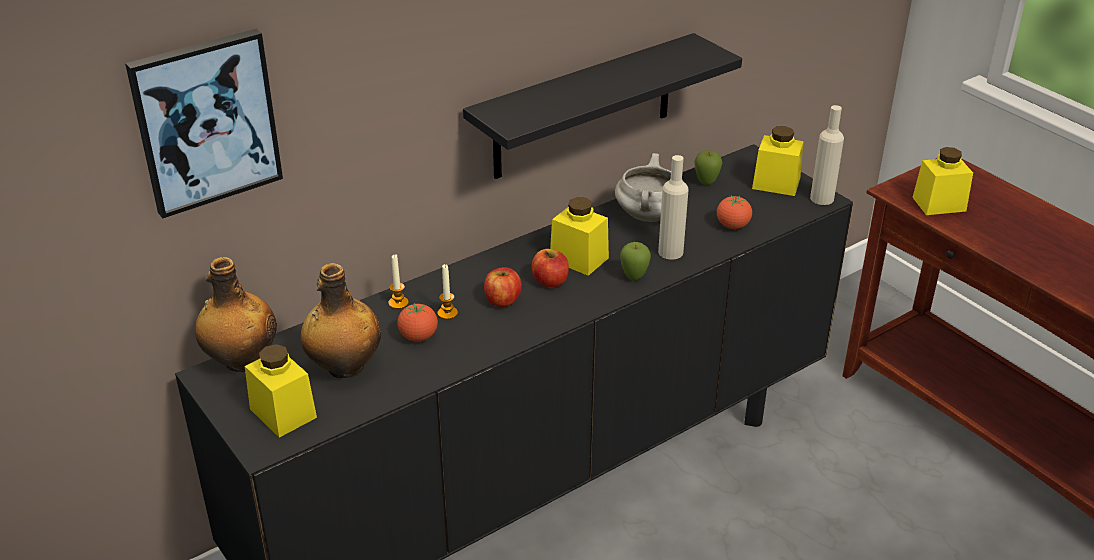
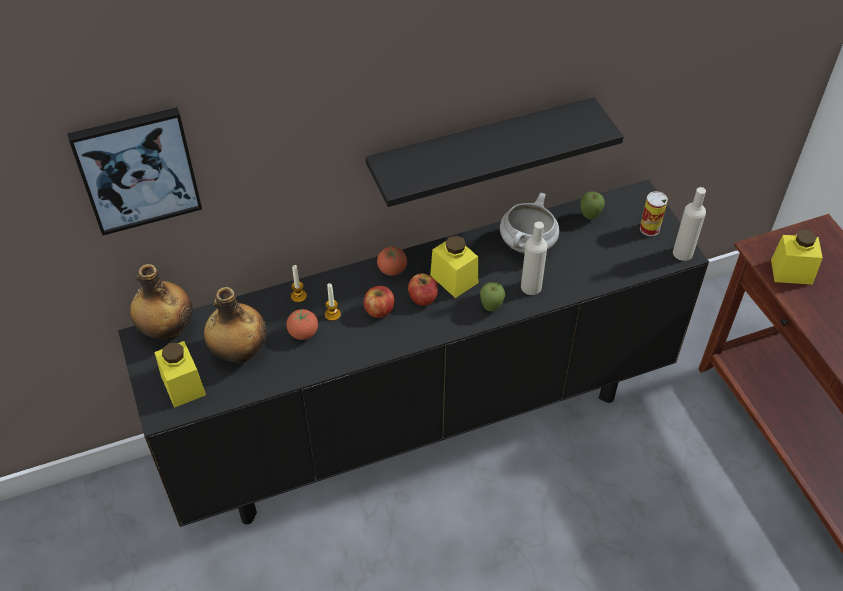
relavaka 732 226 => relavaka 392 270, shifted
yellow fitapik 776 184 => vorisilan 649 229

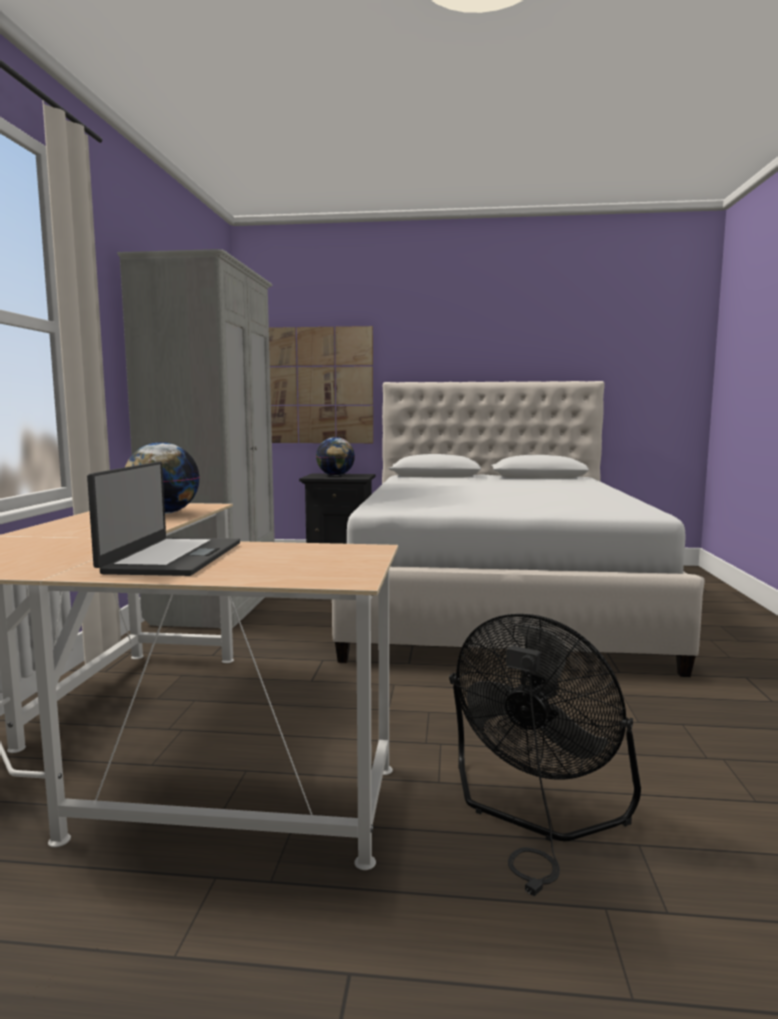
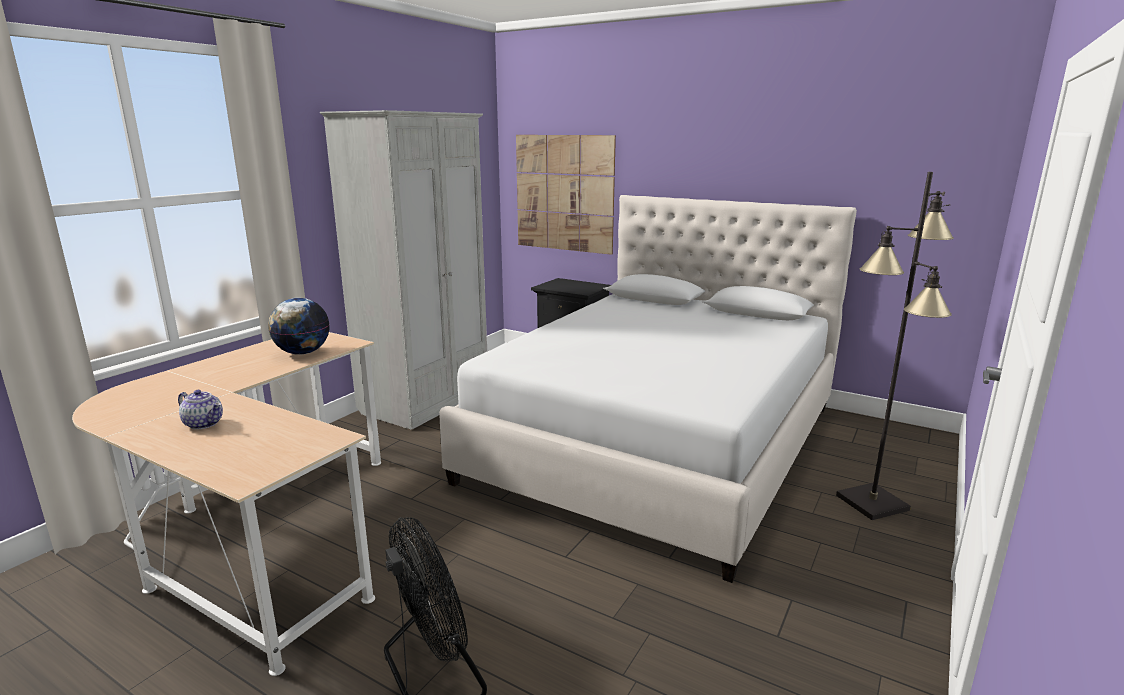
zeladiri 172 557 => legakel 204 424
nothing => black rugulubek 873 503
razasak 335 475 => nothing

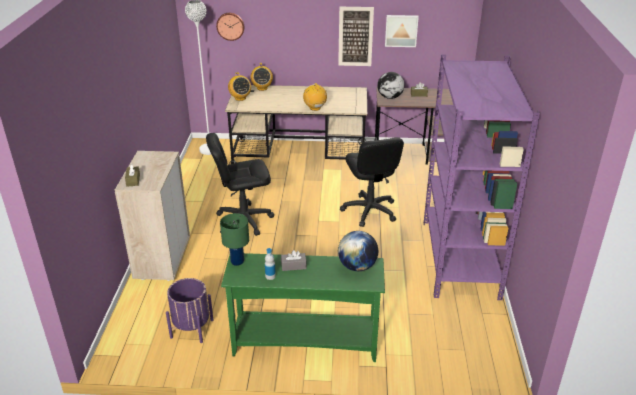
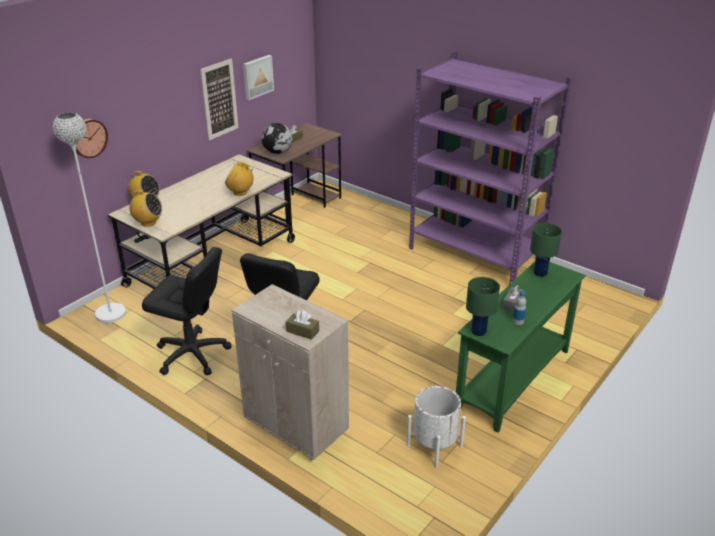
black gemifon 369 211 => black gemifon 192 354, shifted
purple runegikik 192 328 => white runegikik 434 446
razasak 357 266 => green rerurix 541 273

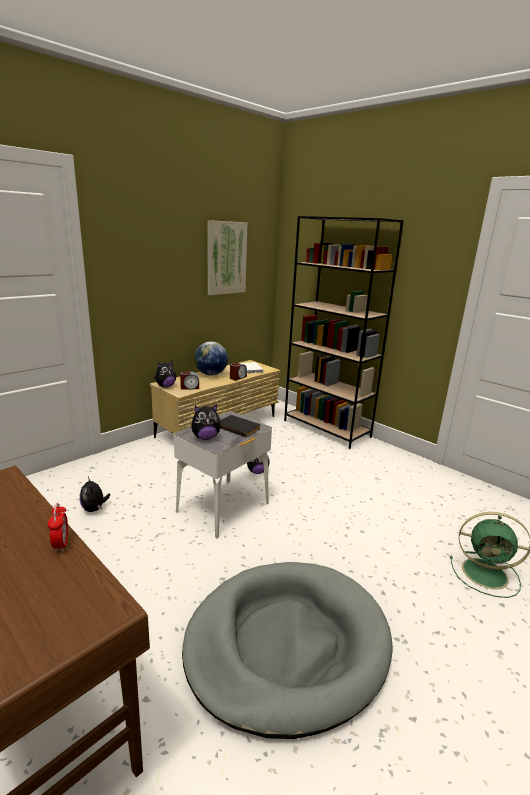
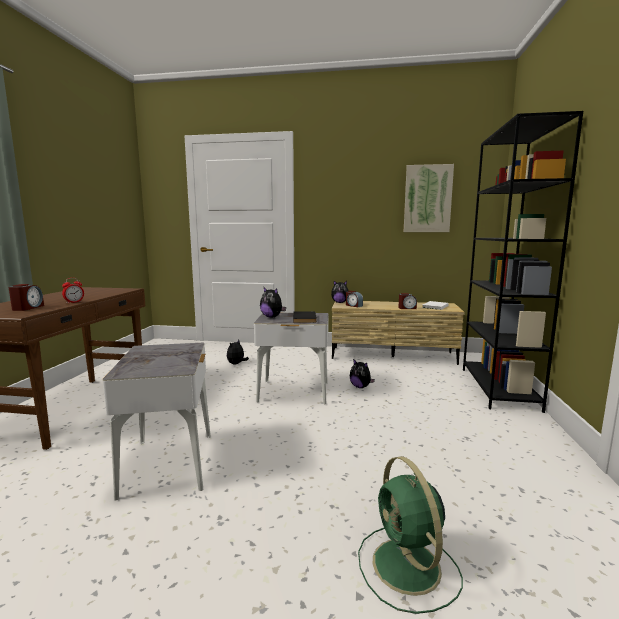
nothing => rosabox 28 308
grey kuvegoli 286 644 => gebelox 170 463
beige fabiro 327 429 => black fabiro 499 388
razasak 210 374 => nothing

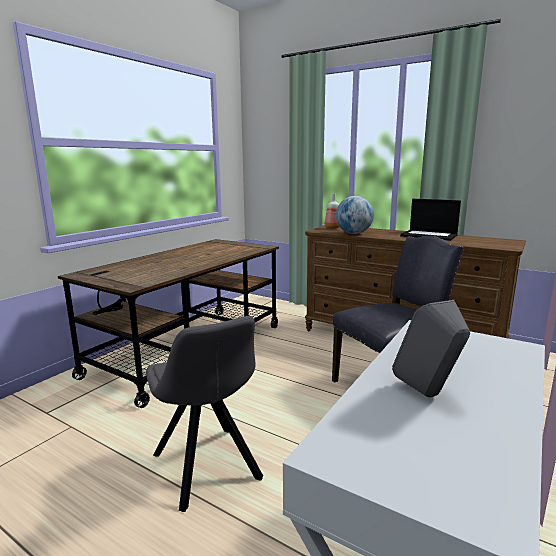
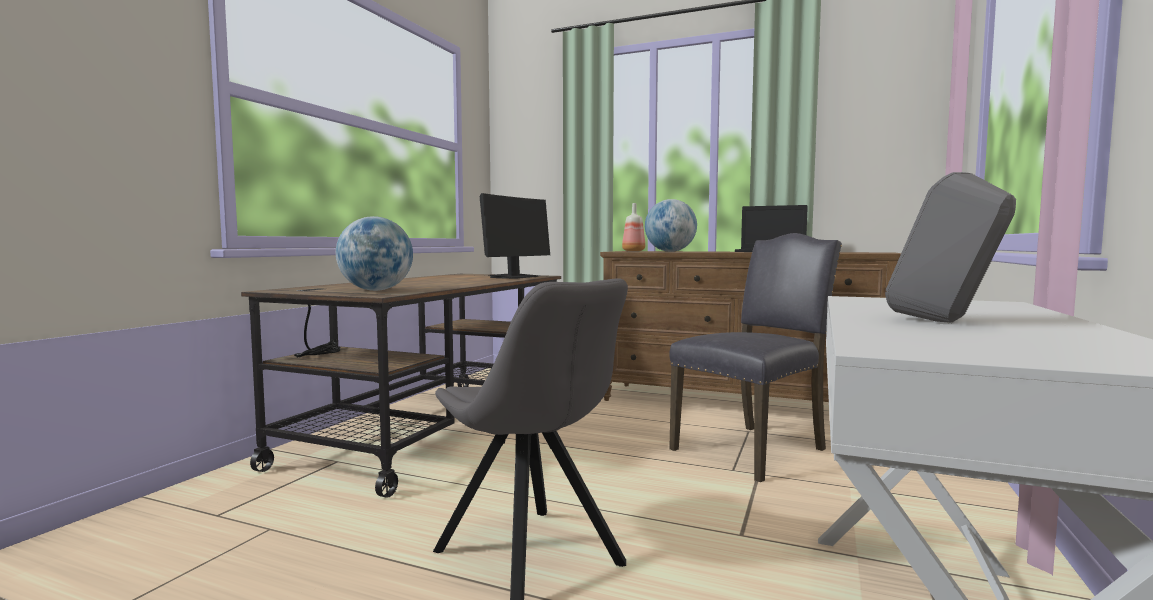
nothing => razasak 376 290
nothing => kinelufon 514 277

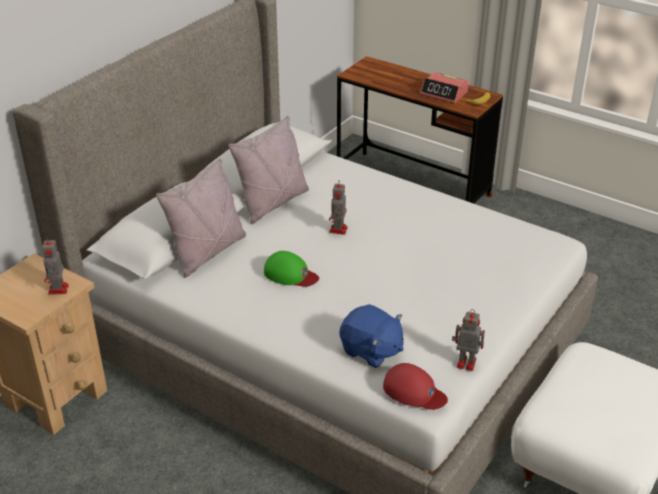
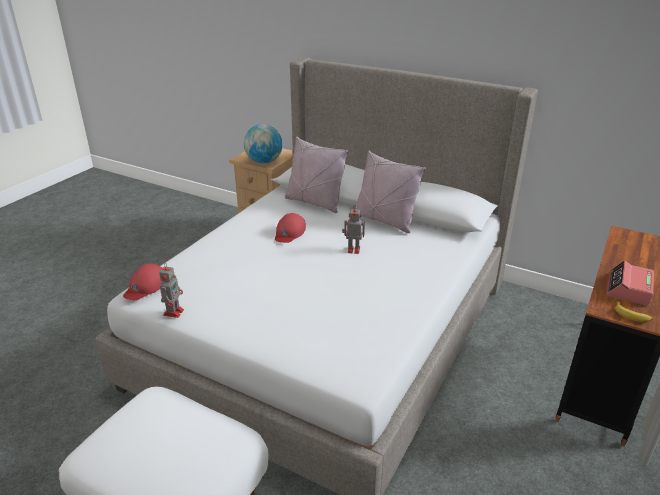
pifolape 58 290 => razasak 264 162
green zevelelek 290 274 => red zevelelek 289 232
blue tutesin 371 351 => nothing

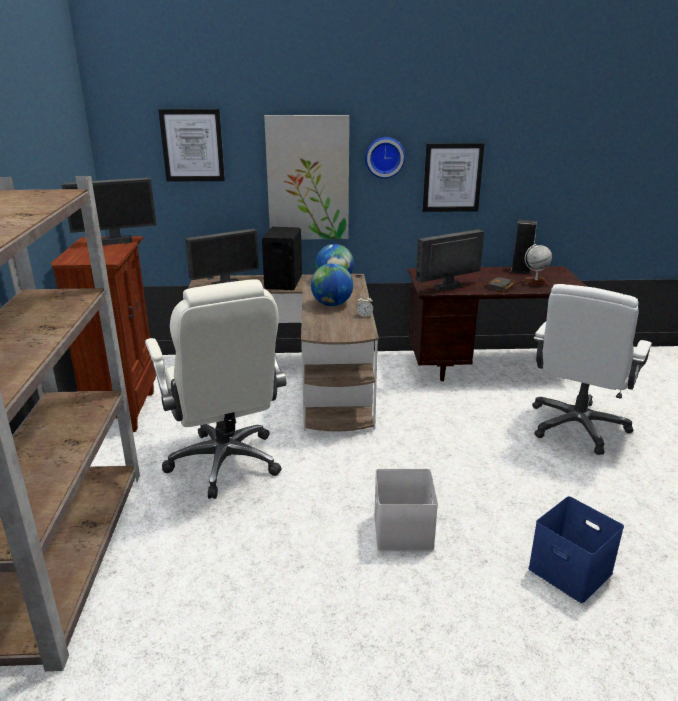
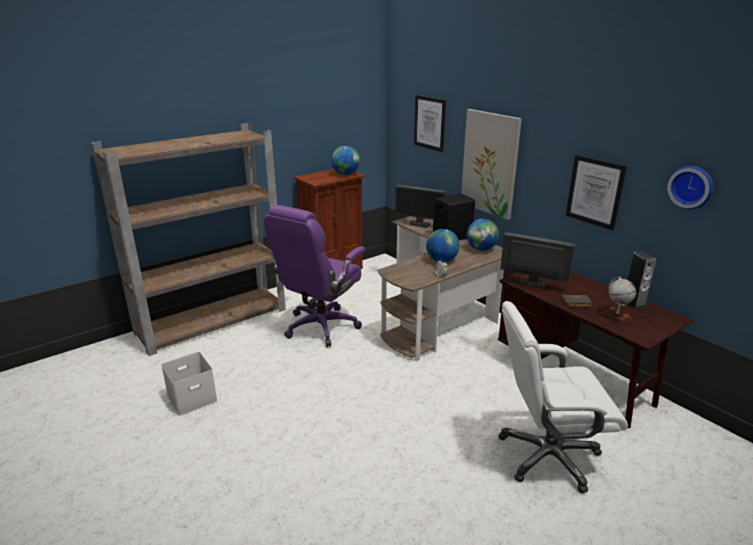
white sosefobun 401 530 => white sosefobun 192 397, shifted
white gemifon 225 463 => purple gemifon 320 327
kinelufon 116 242 => razasak 345 174
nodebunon 384 157 => nodebunon 691 187, shifted
blue sosefobun 568 570 => nothing

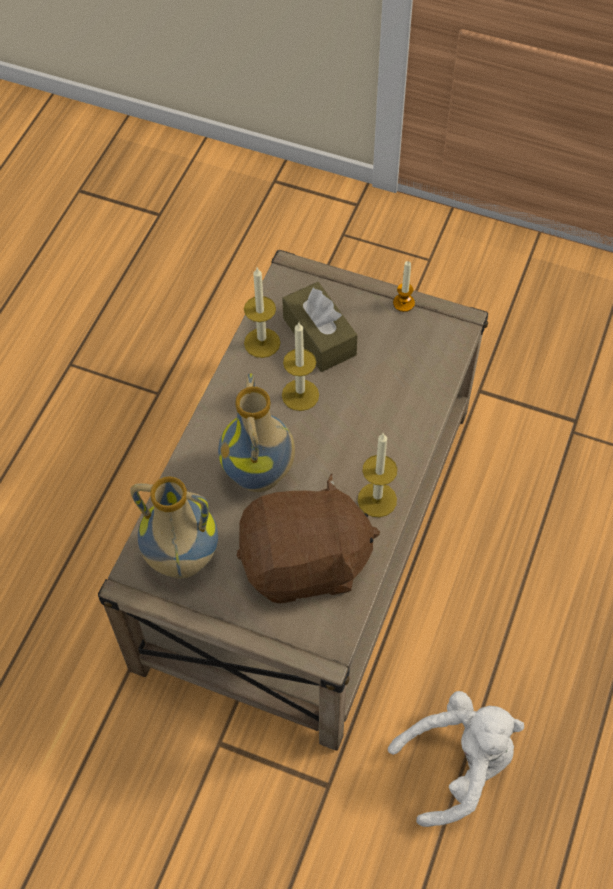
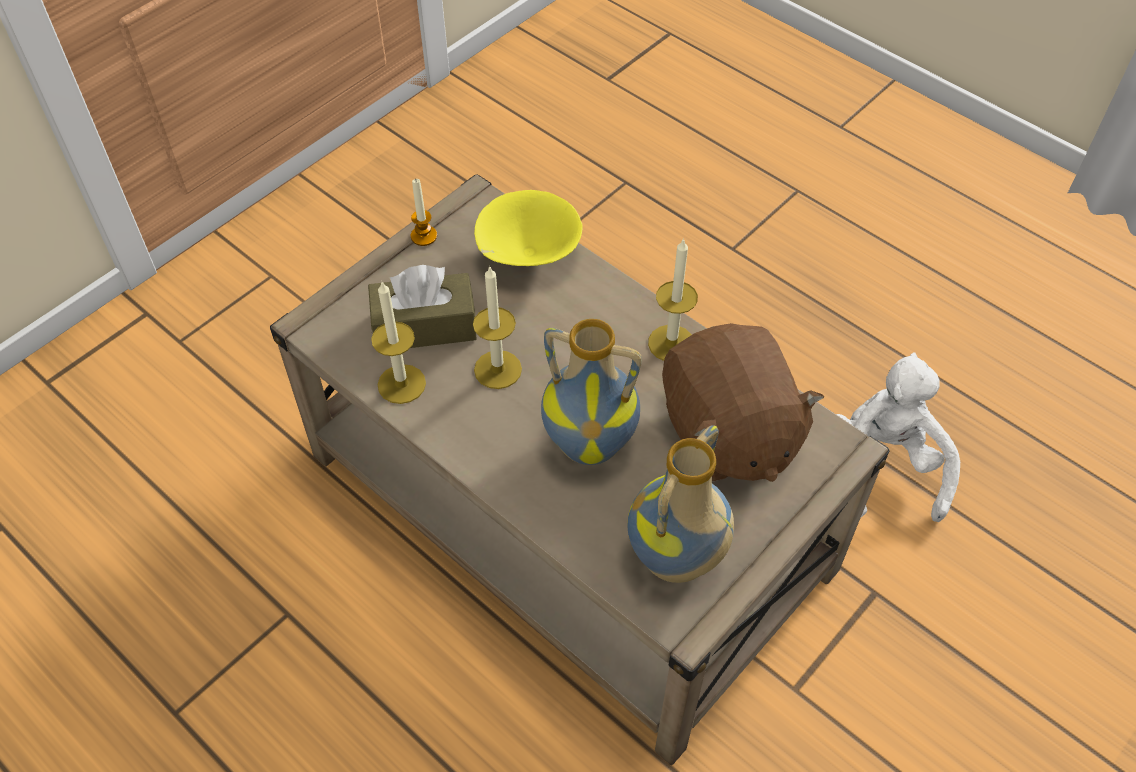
nothing => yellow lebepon 527 255
brown tutesin 305 563 => brown tutesin 727 434, 150 degrees clockwise

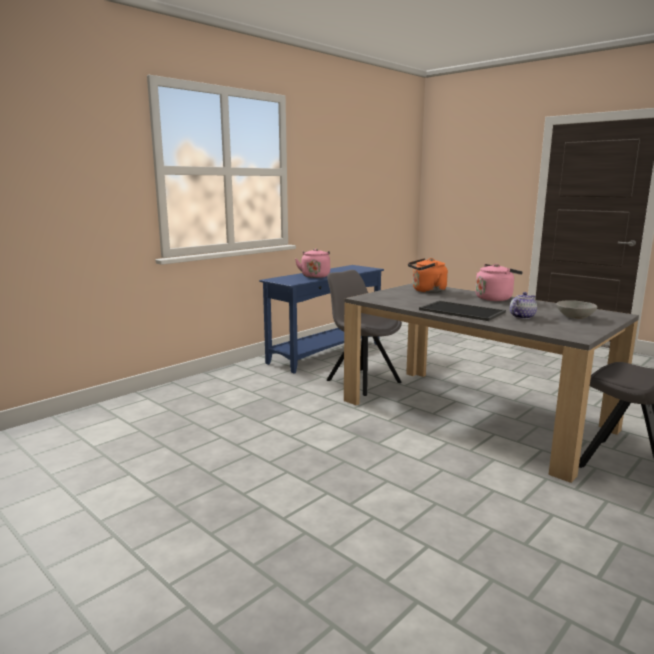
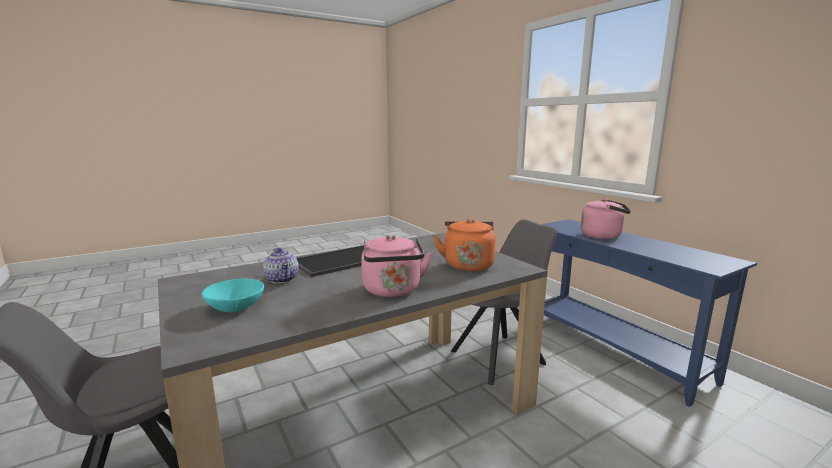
grey lebepon 575 317 => turquoise lebepon 235 307

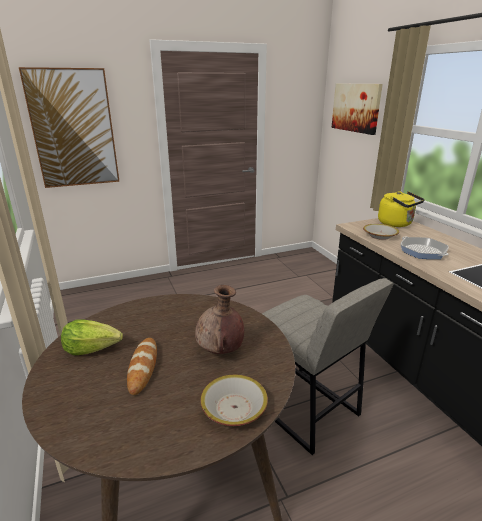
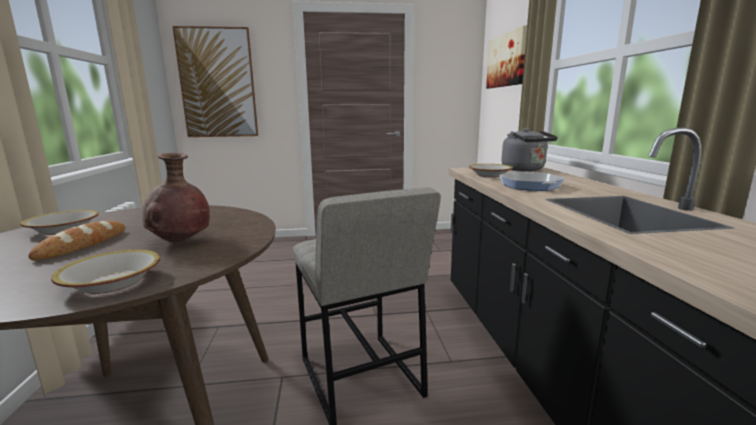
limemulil 92 348 => lebepon 64 229
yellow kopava 397 224 => grey kopava 525 170

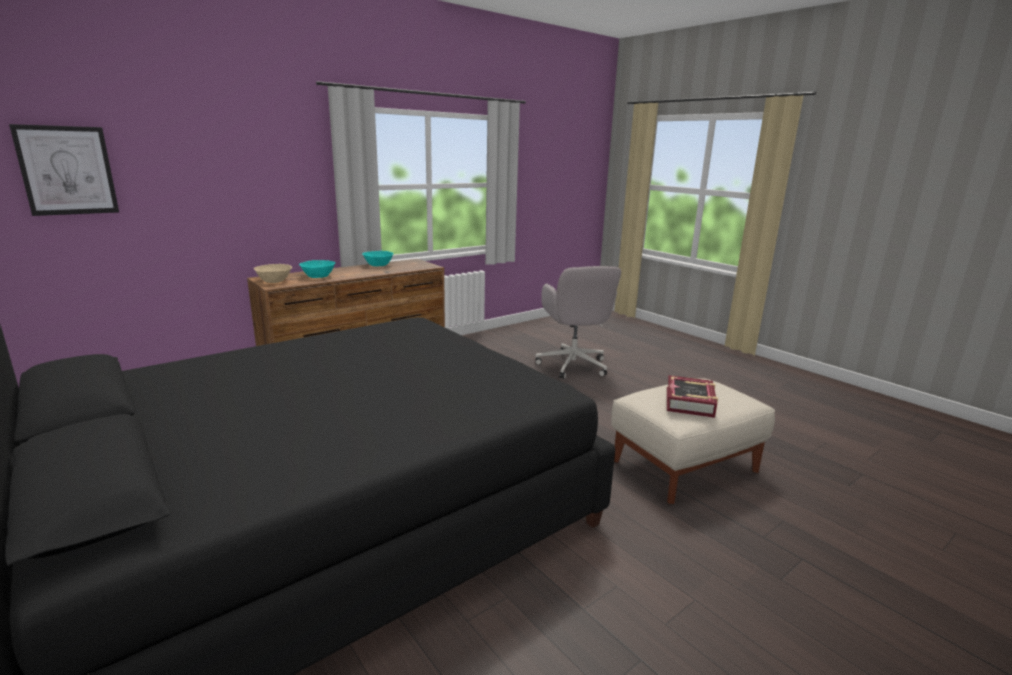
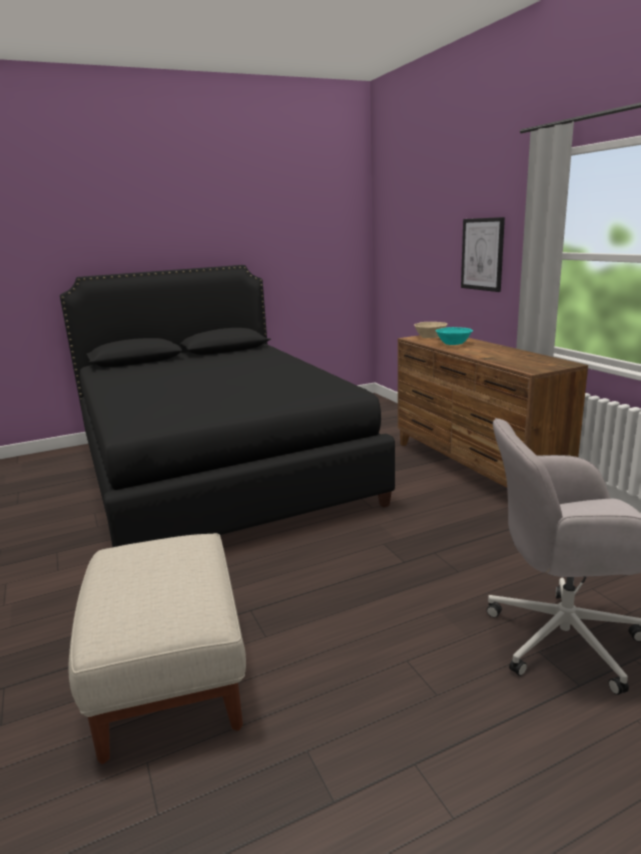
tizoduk 67 170 => tizoduk 482 254, shifted
turquoise lebepon 379 265 => nothing
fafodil 690 402 => nothing

